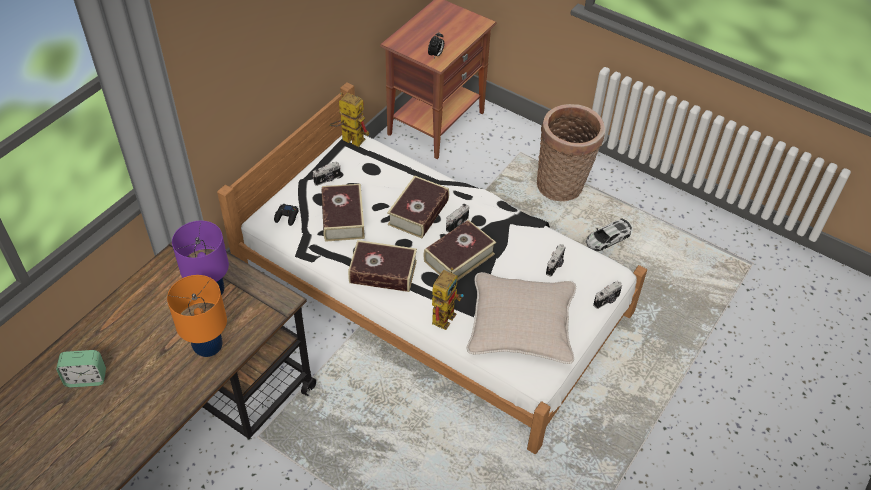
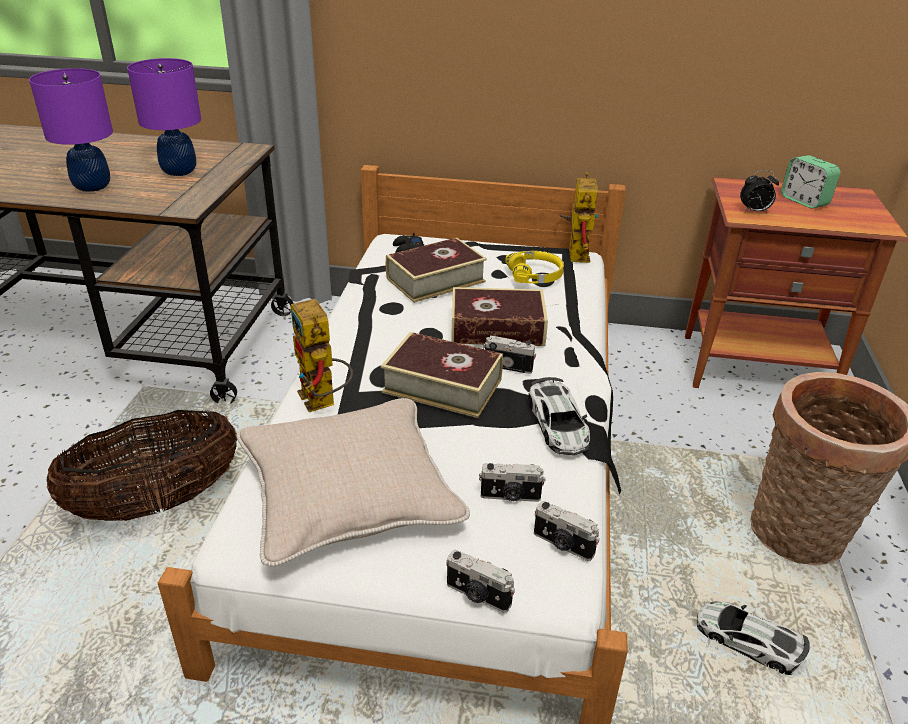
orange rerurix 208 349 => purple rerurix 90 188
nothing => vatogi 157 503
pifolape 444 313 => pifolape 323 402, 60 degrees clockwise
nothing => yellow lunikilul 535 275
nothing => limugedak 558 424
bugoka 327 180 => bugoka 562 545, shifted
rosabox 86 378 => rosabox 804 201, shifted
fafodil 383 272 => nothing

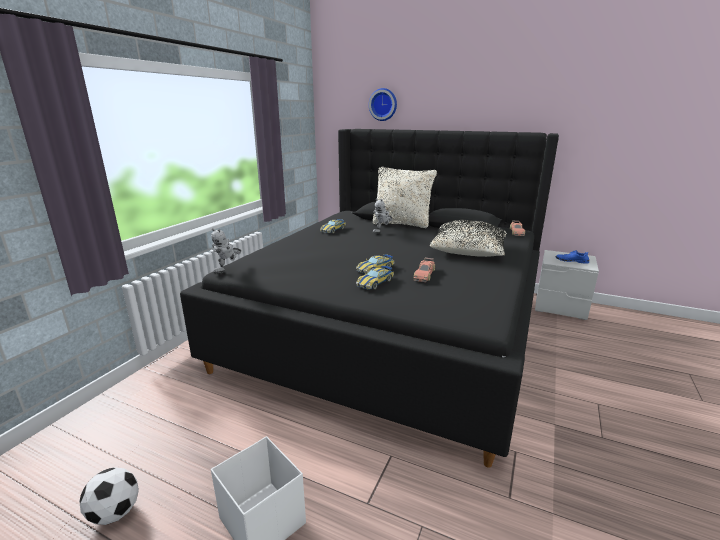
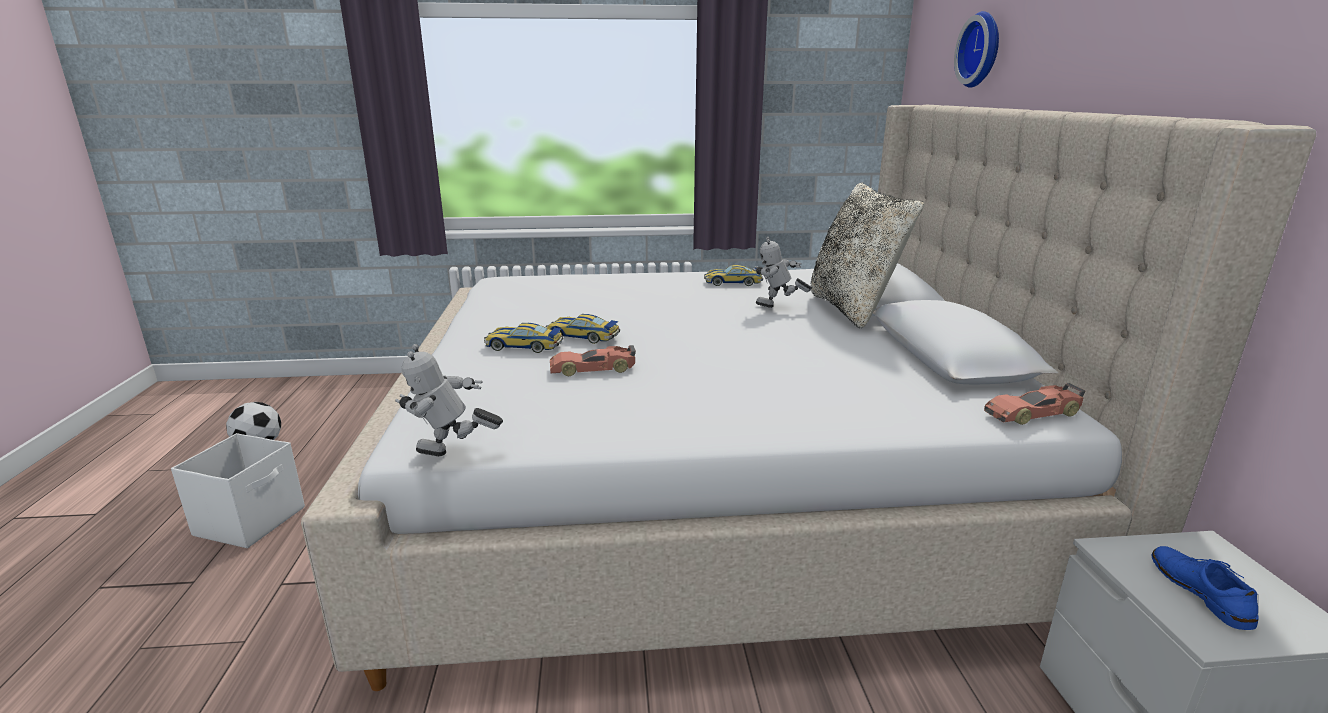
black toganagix 393 327 => beige toganagix 713 488
pifolape 228 270 => pifolape 452 457, shifted
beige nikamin 468 250 => nothing

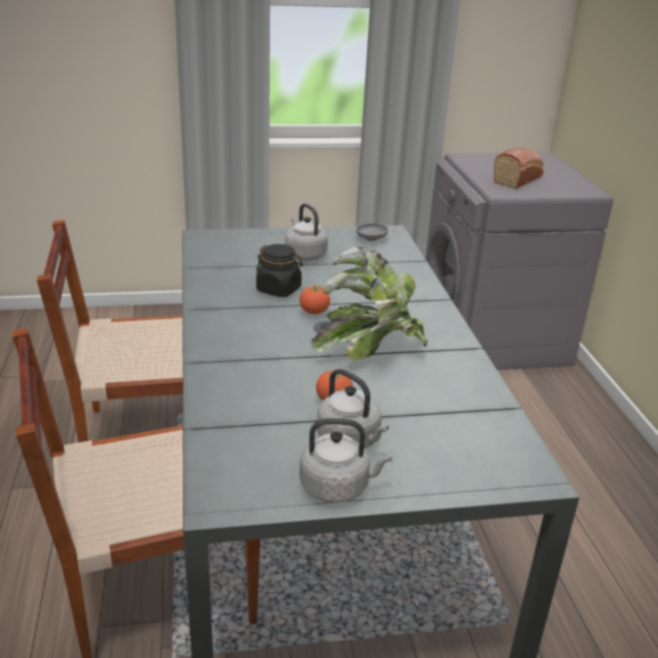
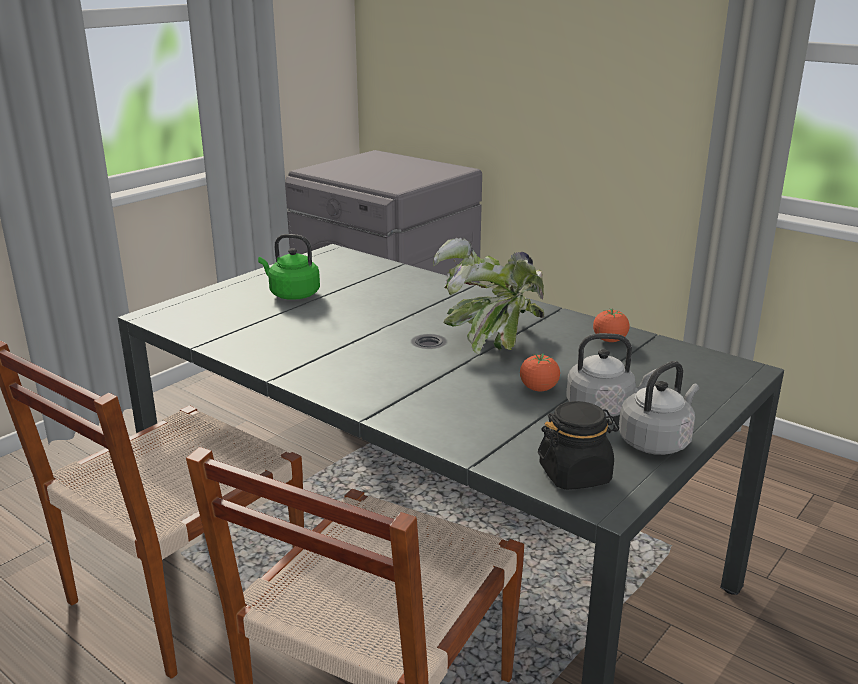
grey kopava 304 254 => green kopava 292 294
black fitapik 279 289 => black fitapik 575 474, shifted
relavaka 314 312 => relavaka 609 340, shifted
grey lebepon 371 239 => nothing
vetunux 518 179 => nothing

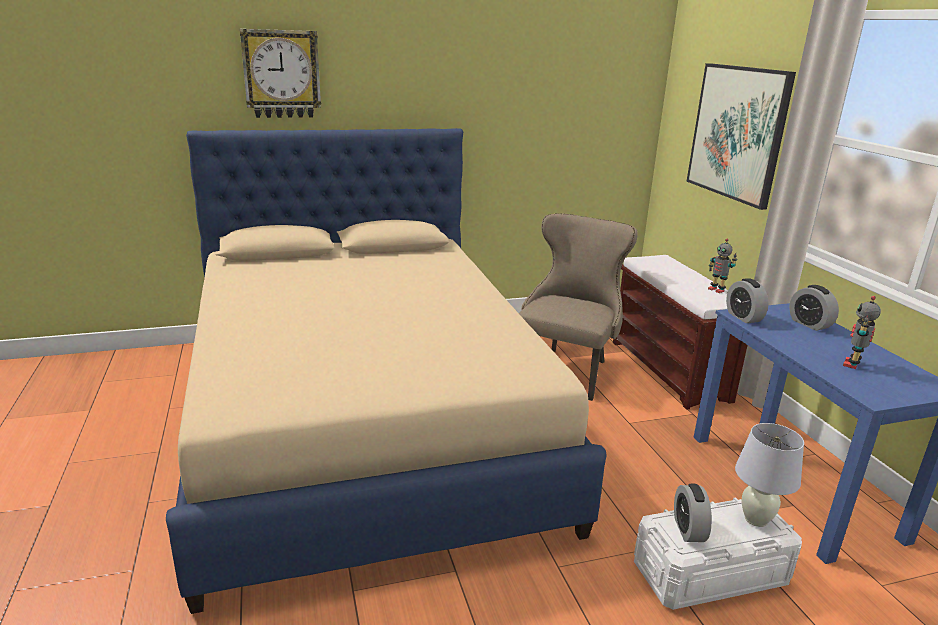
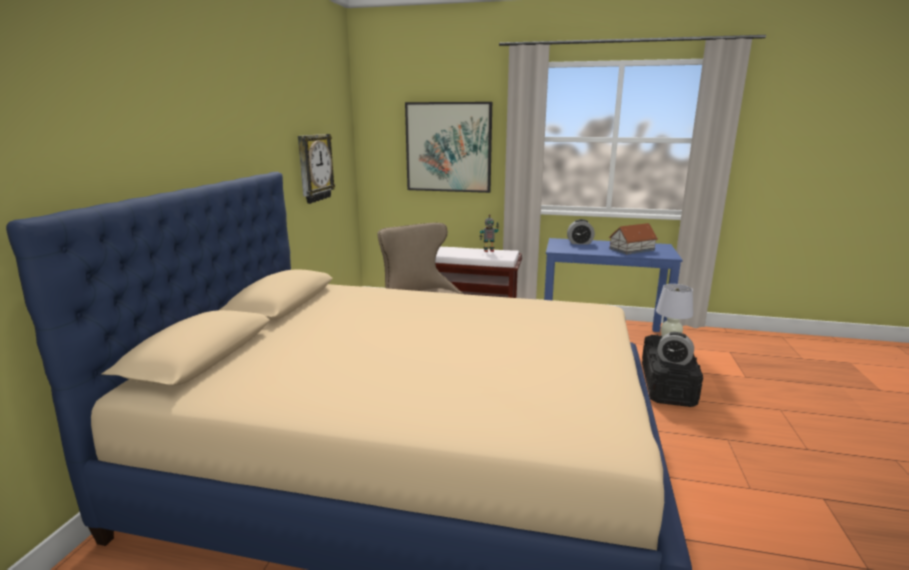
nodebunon 282 74 => nodebunon 314 168, shifted
pifolape 852 364 => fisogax 632 249
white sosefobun 710 573 => black sosefobun 667 384
rosabox 743 317 => nothing

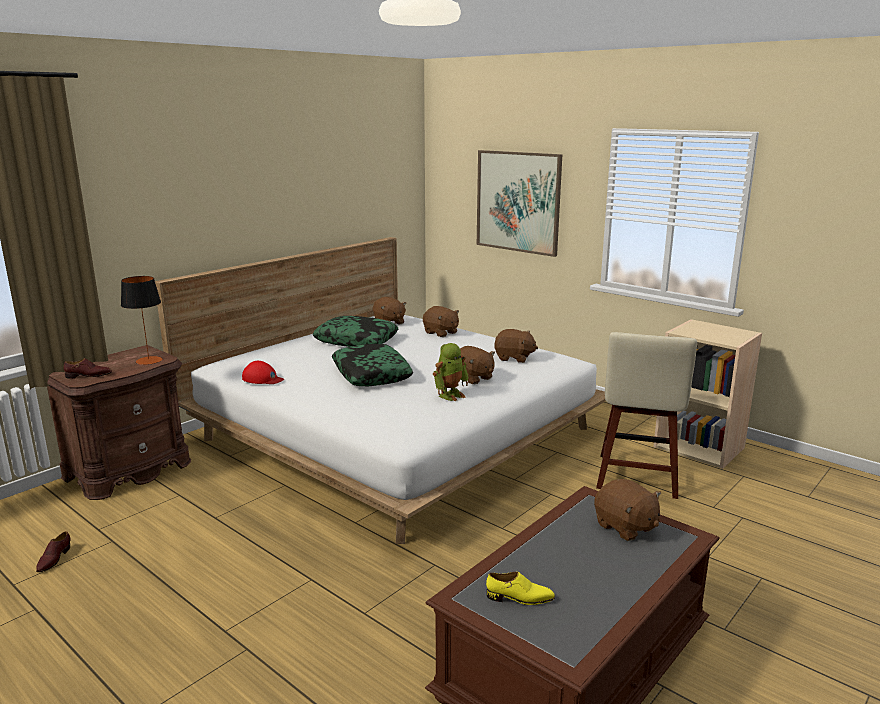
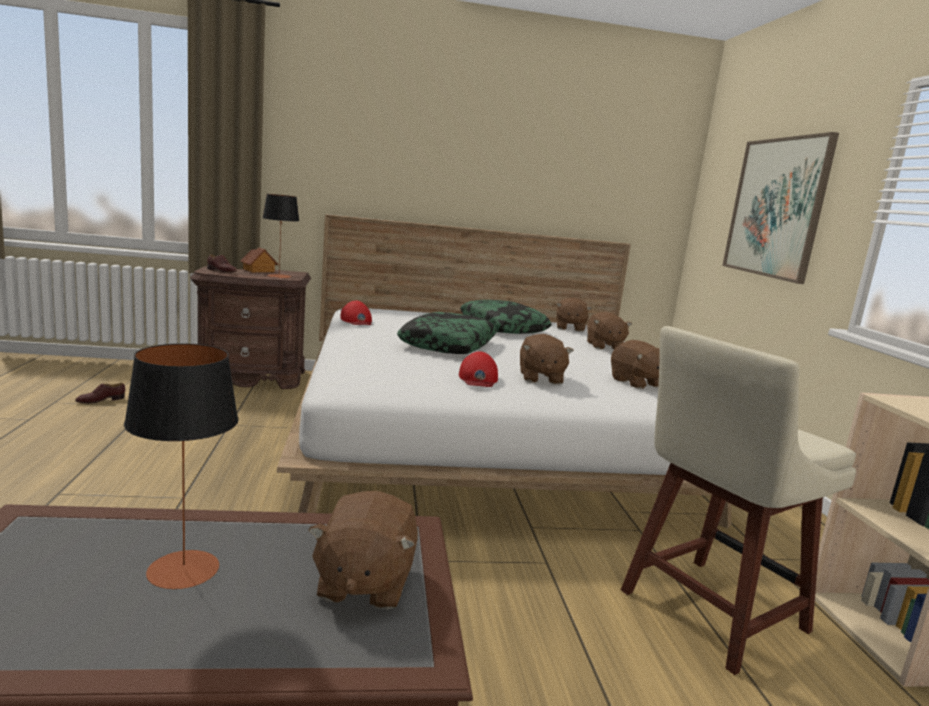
nothing => rerurix 183 569
nothing => fisogax 259 270
pifolape 450 395 => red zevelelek 478 378
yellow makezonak 520 598 => nothing

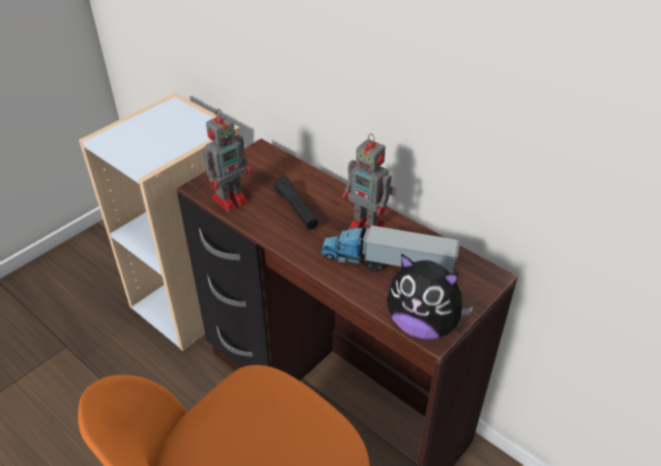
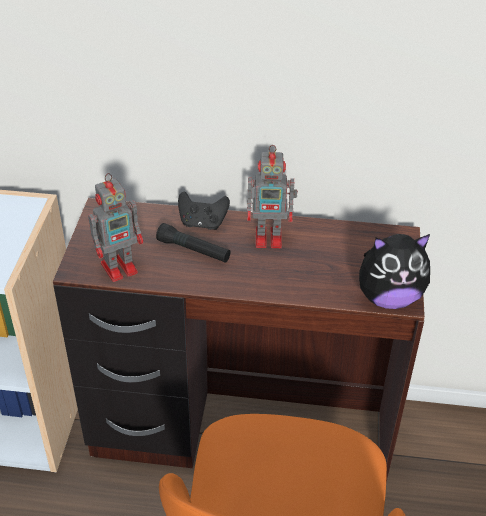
pifolape 231 199 => pifolape 121 267, 45 degrees clockwise
nothing => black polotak 202 223
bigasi 387 262 => nothing

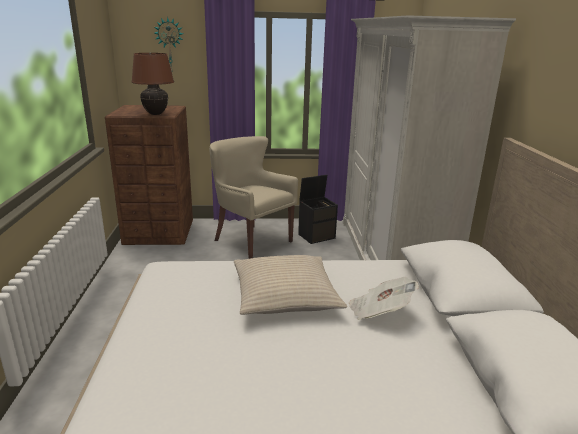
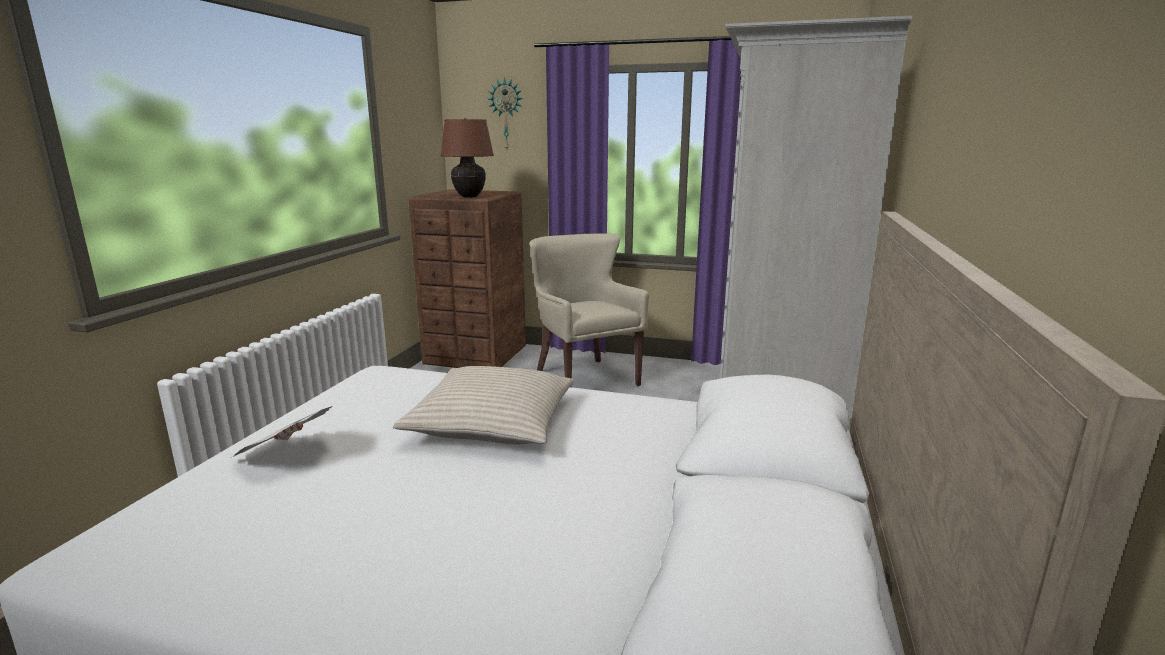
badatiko 379 312 => badatiko 286 455, shifted
black sosefobun 317 236 => nothing

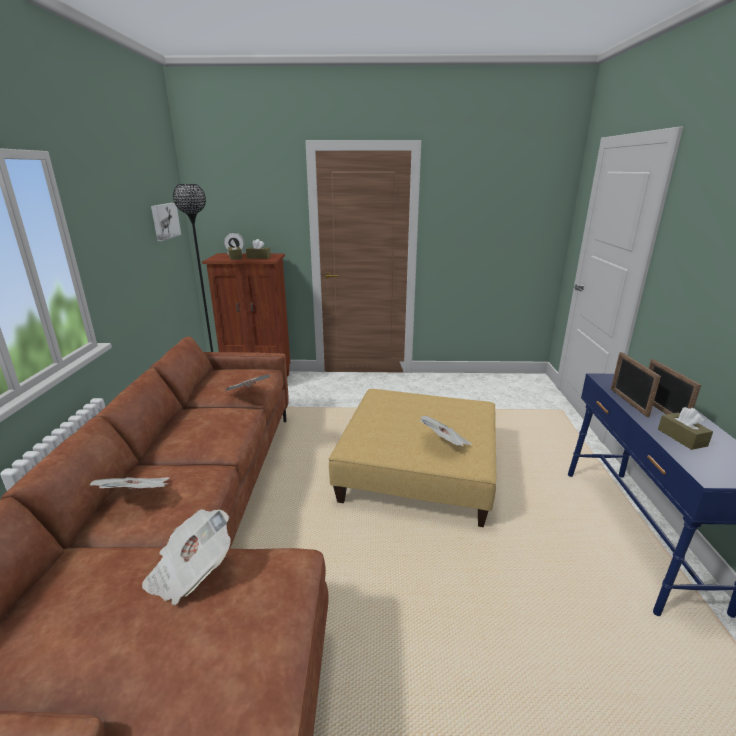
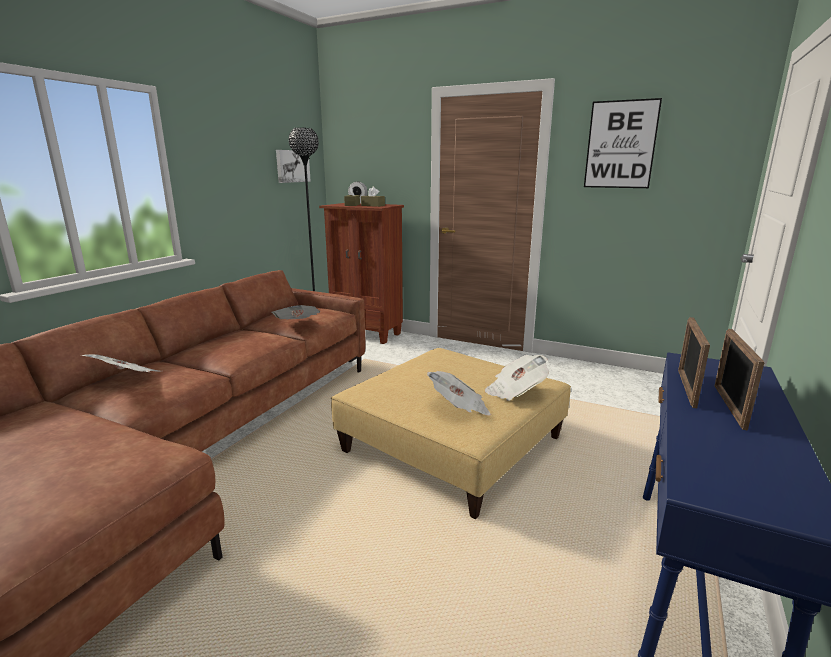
badatiko 190 572 => badatiko 515 391, shifted
nothing => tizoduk 620 145
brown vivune 682 437 => nothing

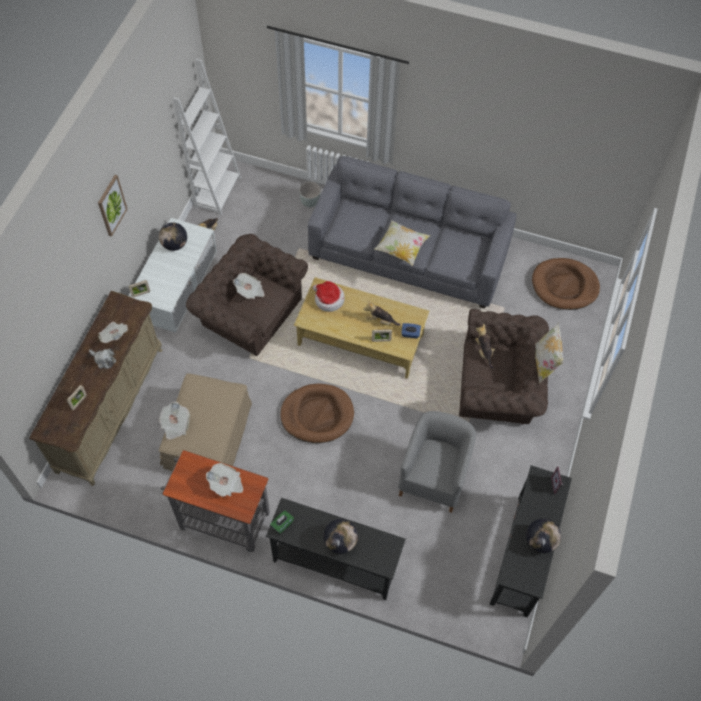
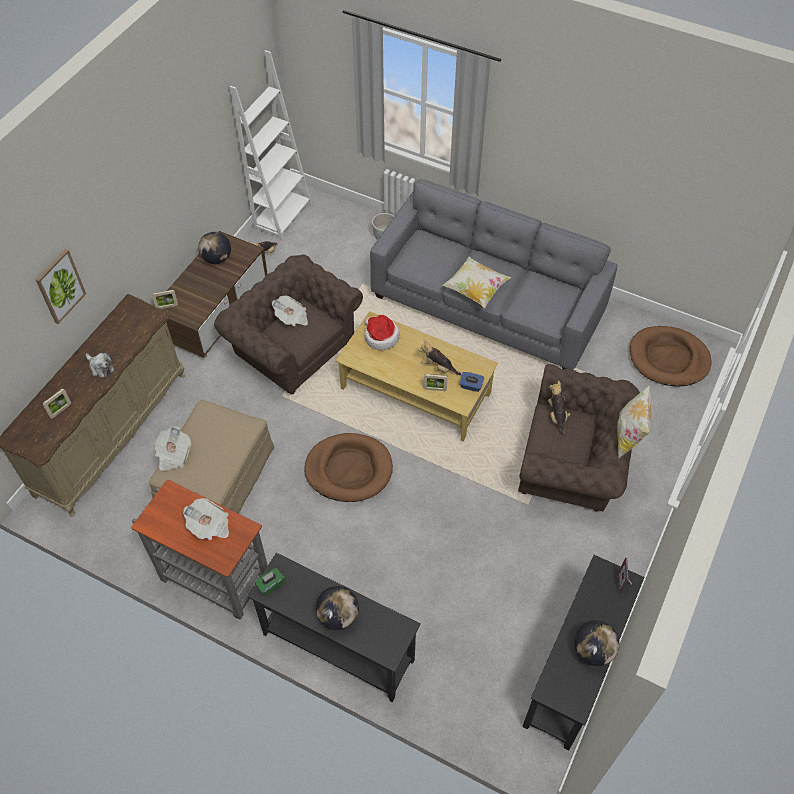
tizoduk 111 205 => tizoduk 60 286, shifted
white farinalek 177 289 => brown farinalek 217 312
badatiko 114 336 => nothing
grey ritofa 434 476 => nothing

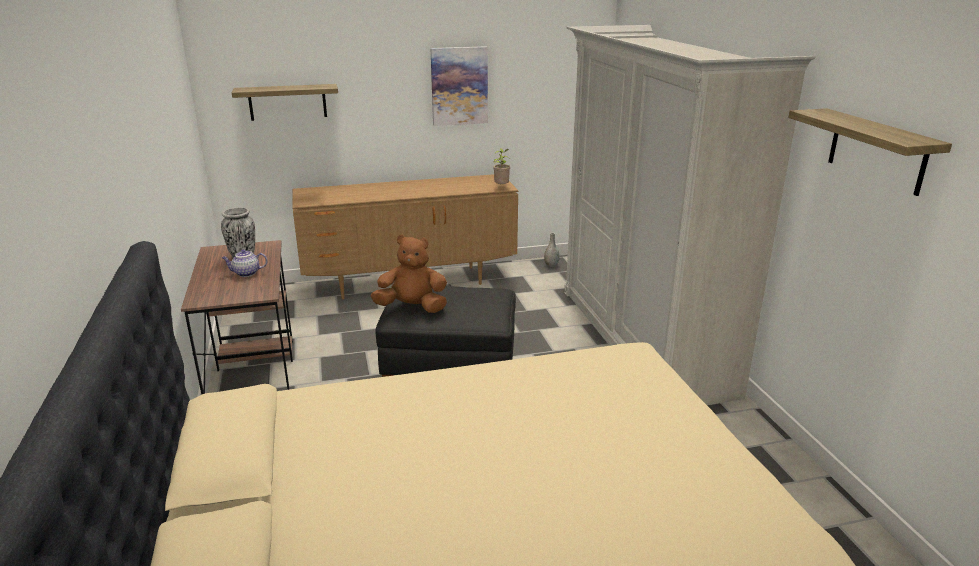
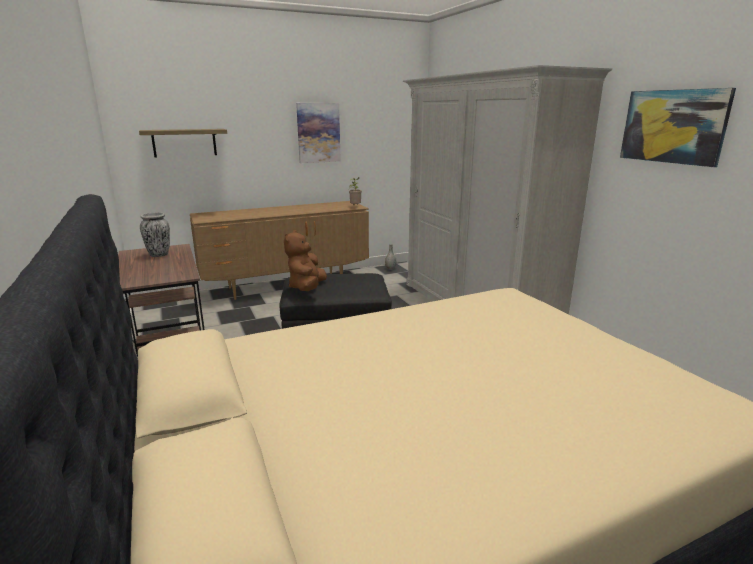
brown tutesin 412 307 => brown tutesin 307 288, 75 degrees counterclockwise
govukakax 876 151 => tizoduk 673 126
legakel 246 273 => nothing

